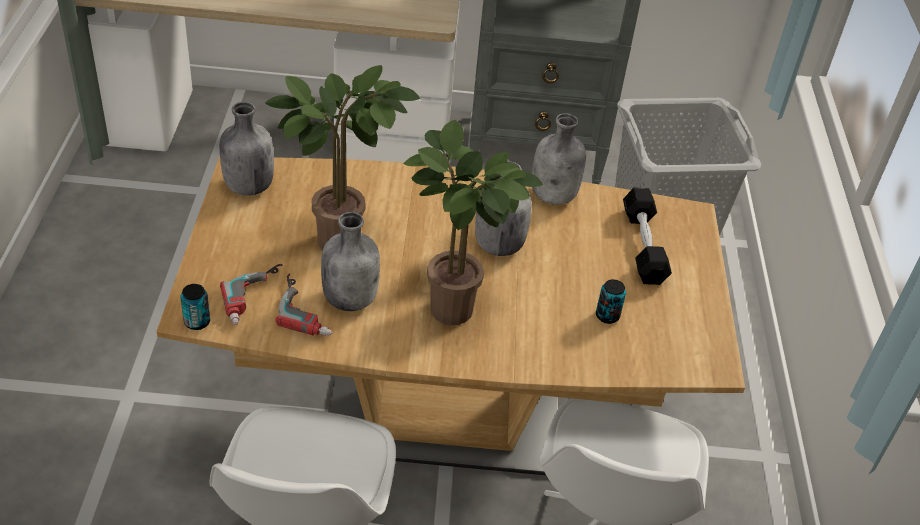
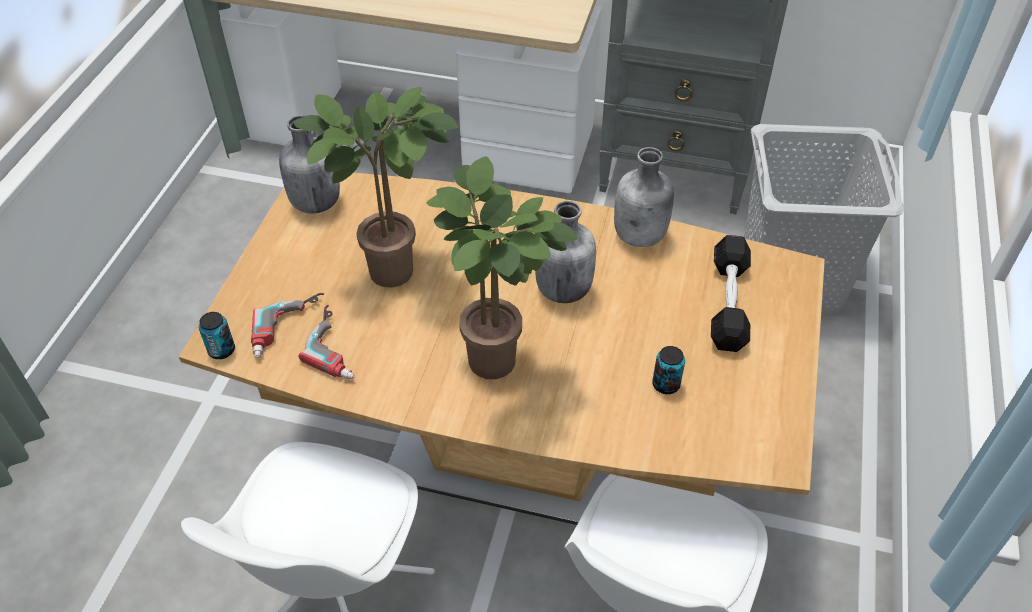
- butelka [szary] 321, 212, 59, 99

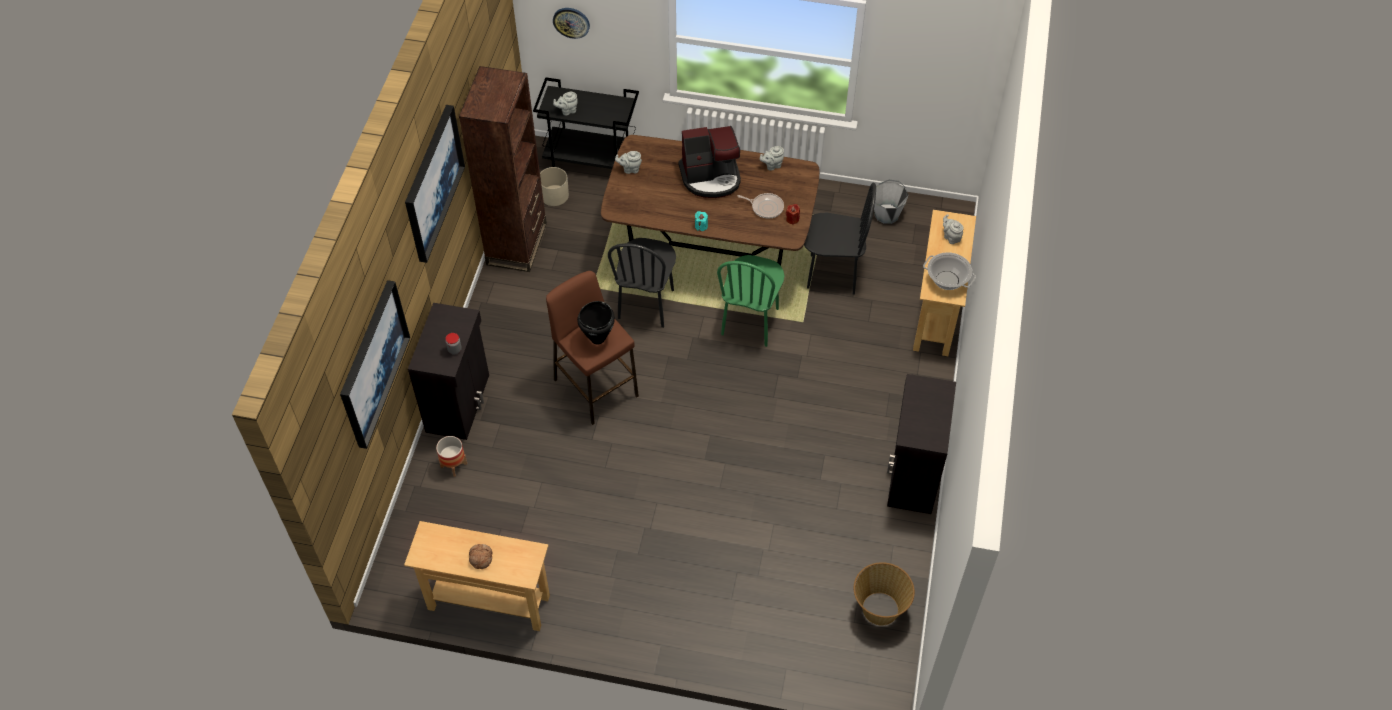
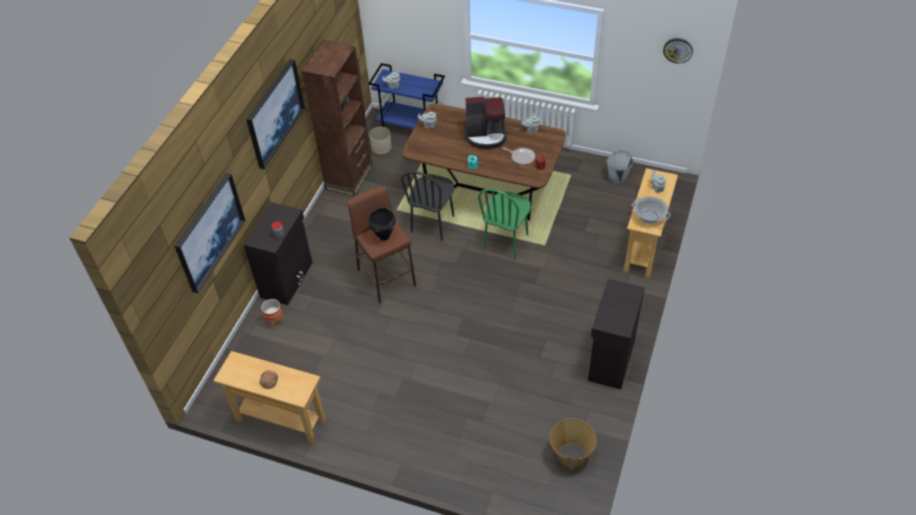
~ wózek [czarny] 533, 77, 106, 92 to wózek [niebieski] 368, 63, 77, 66
~ zegar ścienny 553, 8, 37, 31 to 663, 38, 30, 26
- krzesło [czarny] 804, 182, 72, 113

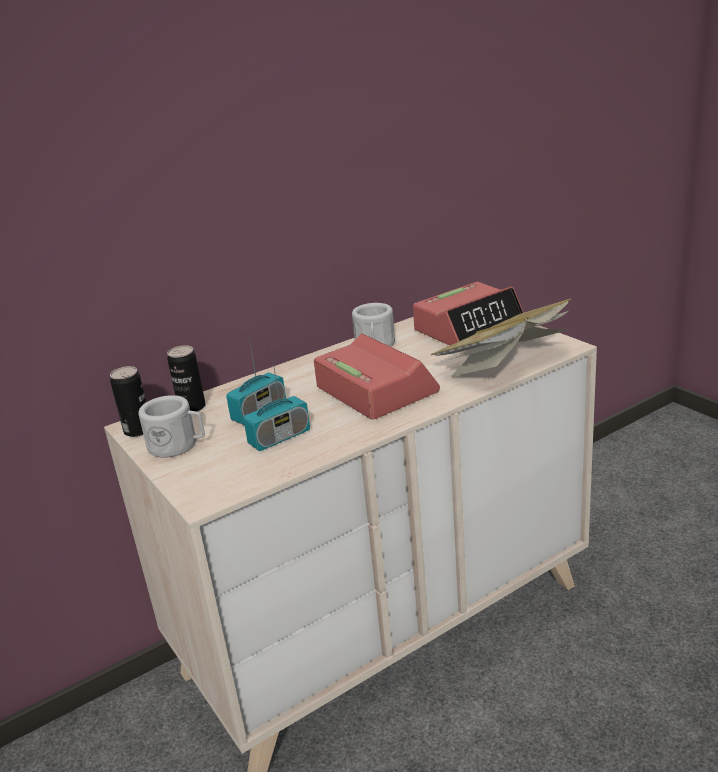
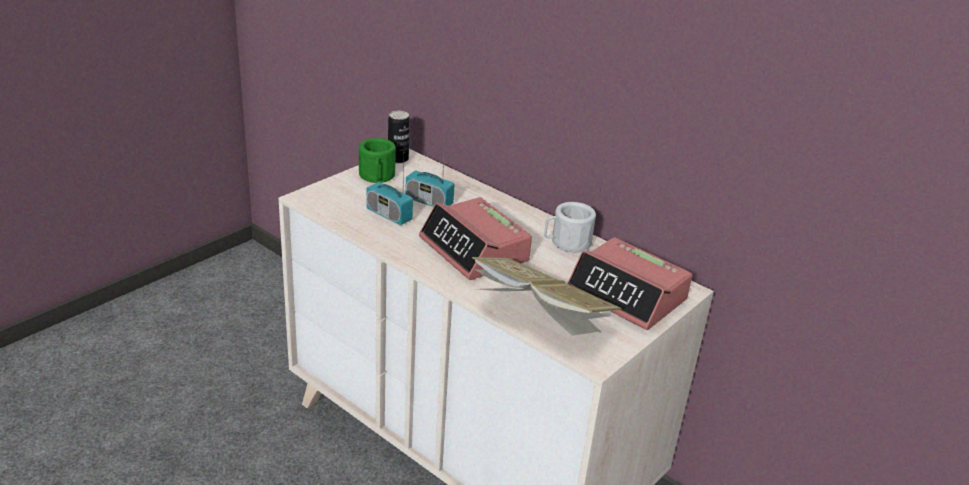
~ kubek [biały] 138, 395, 67, 63 to kubek [zielony] 359, 138, 37, 45
~ budzik 314, 333, 126, 87 = 419, 197, 113, 83 105 degrees clockwise
- puszka 167, 345, 39, 67

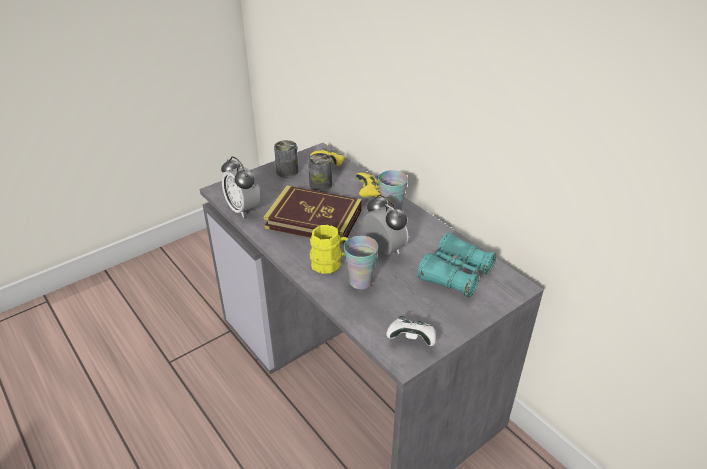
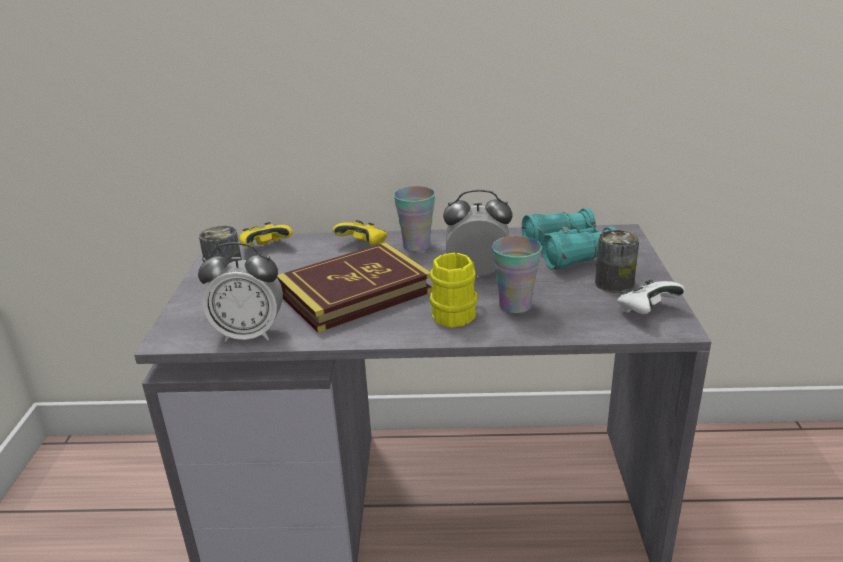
~ puszka 308, 153, 24, 39 to 595, 230, 44, 63

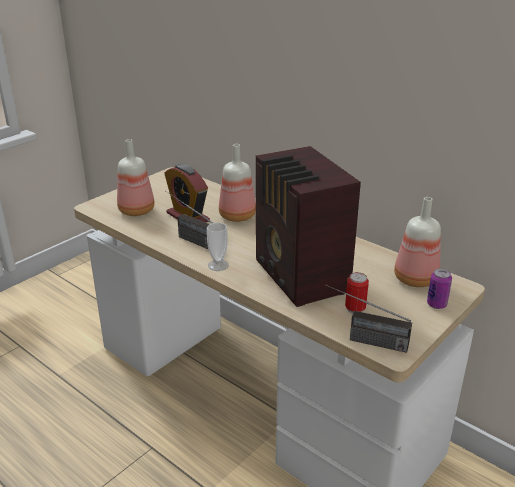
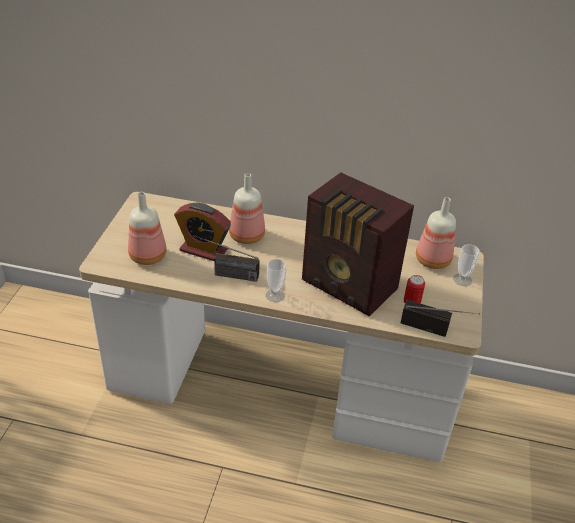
~ radio 325, 285, 87, 68 = 401, 300, 79, 37 150 degrees counterclockwise
~ puszka 427, 268, 25, 41 to filiżanka 453, 244, 27, 42

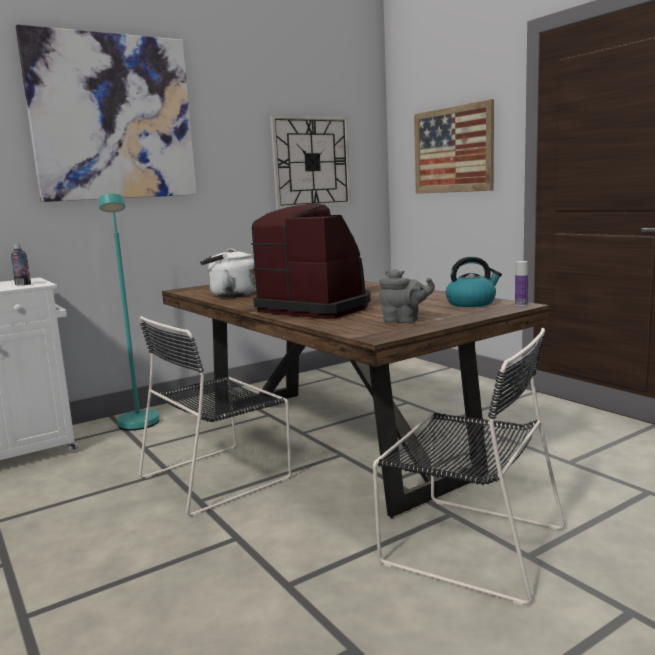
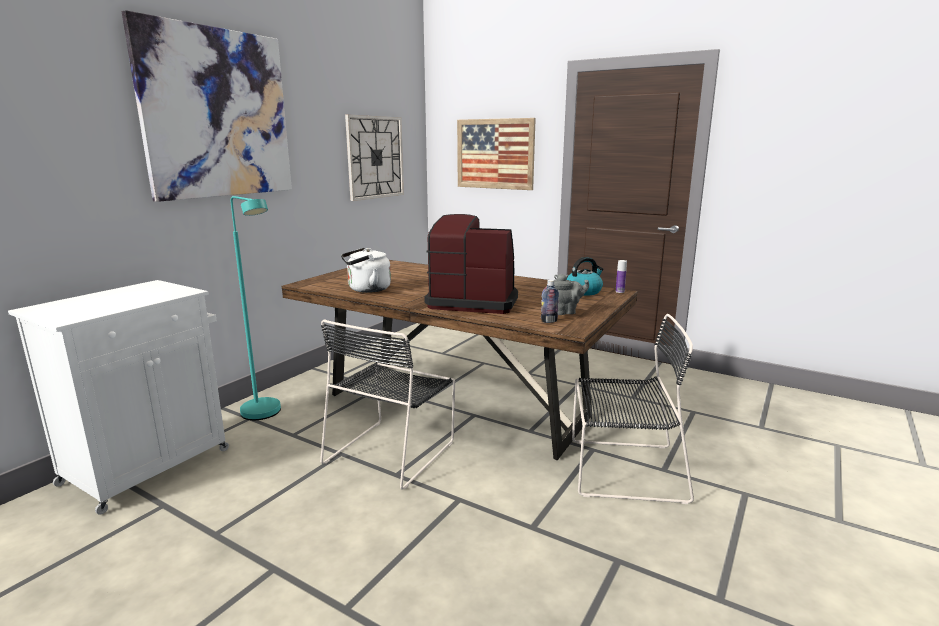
~ butelka 11, 244, 20, 41 to 541, 280, 18, 43

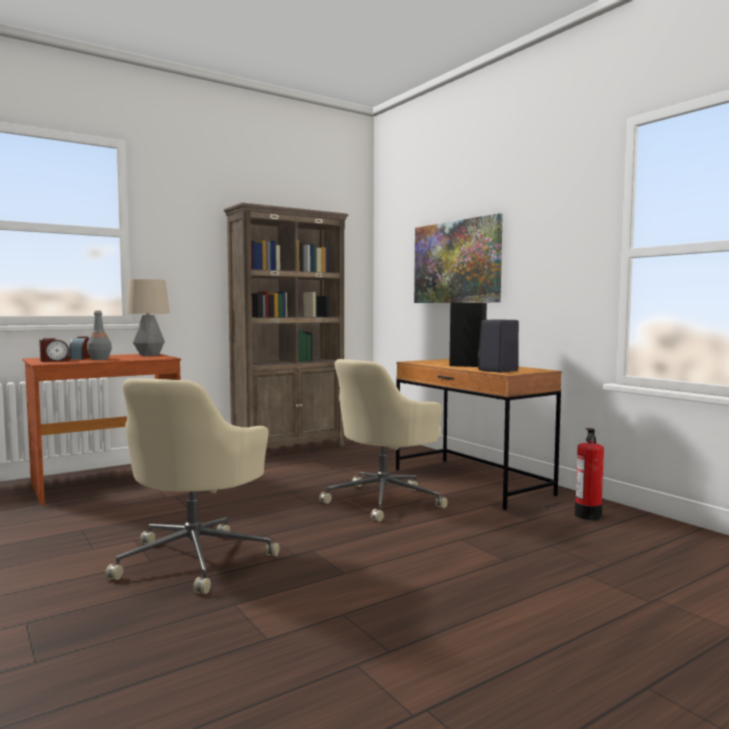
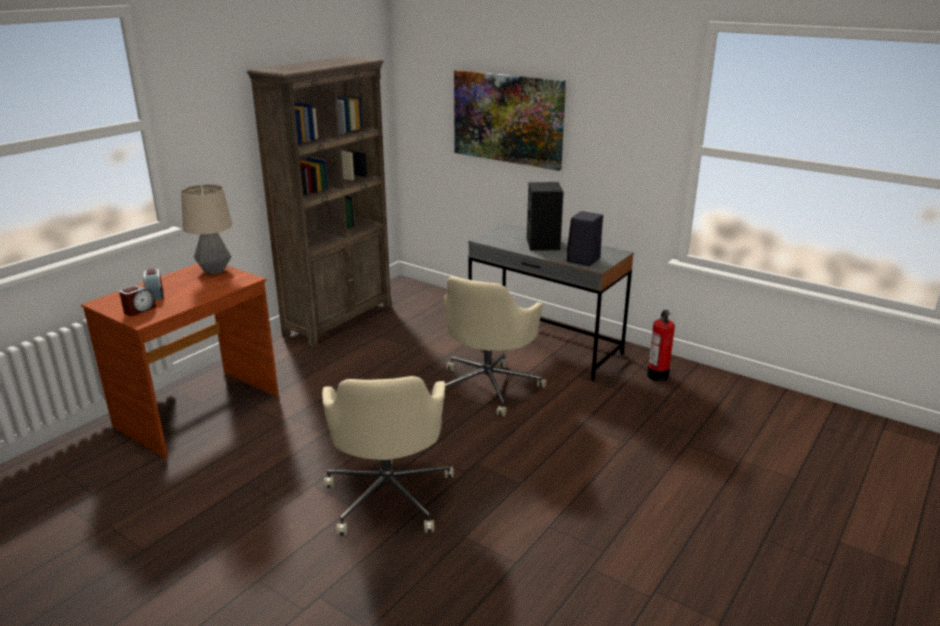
~ biurko [brązowy] 396, 359, 166, 151 to biurko [szary] 468, 224, 166, 157
- butelka [szary] 87, 310, 25, 50

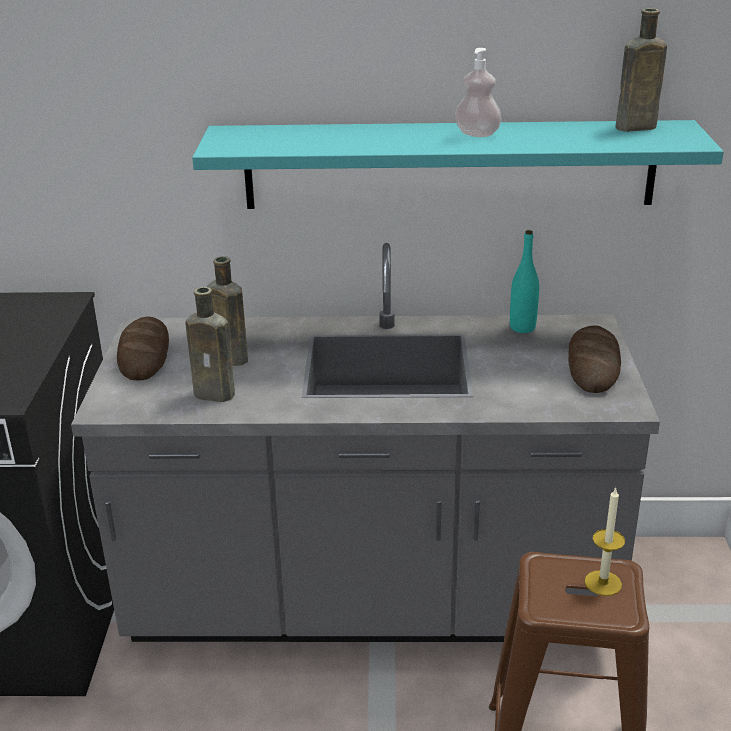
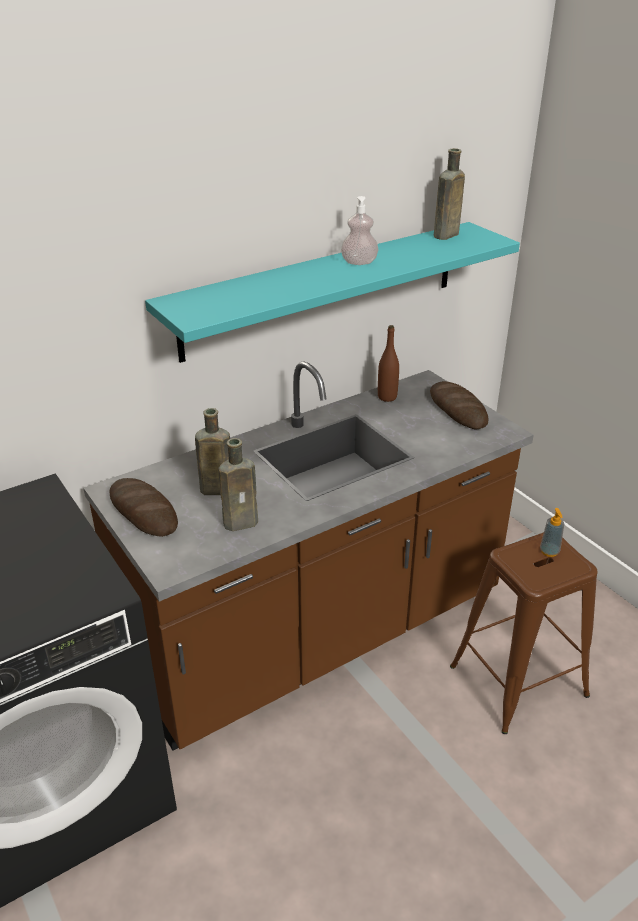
~ zabudowa kuchenna [szary] 71, 243, 589, 399 to zabudowa kuchenna [brązowy] 83, 361, 451, 390
~ butelka [turkusowy] 510, 230, 29, 103 to butelka [brązowy] 378, 325, 21, 77
~ świeca 585, 487, 40, 109 to dozownik mydła 540, 508, 24, 49

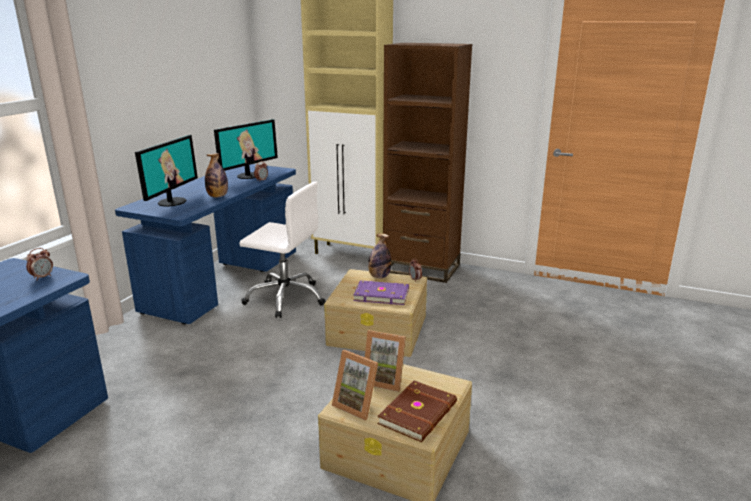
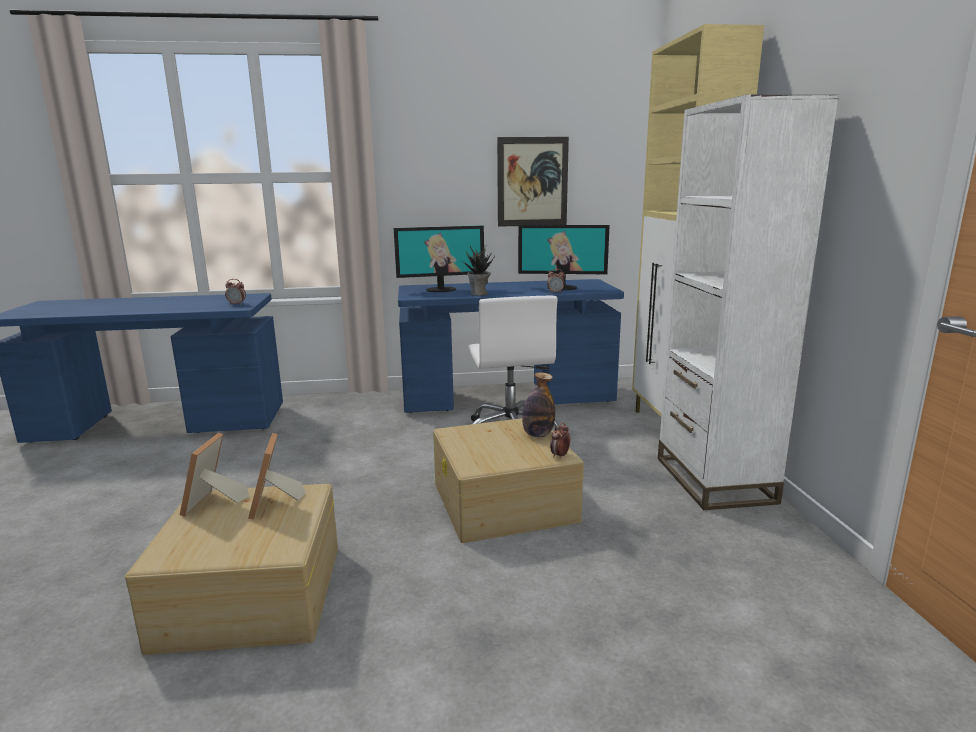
~ butelka 205, 153, 23, 45 to roślina doniczkowa 461, 246, 34, 50
+ obraz 497, 137, 72, 90
~ regał [brązowy] 383, 43, 89, 240 to regał [biały] 658, 95, 181, 415
- książka [fioletowy] 353, 280, 56, 25
- książka [brązowy] 378, 381, 79, 61

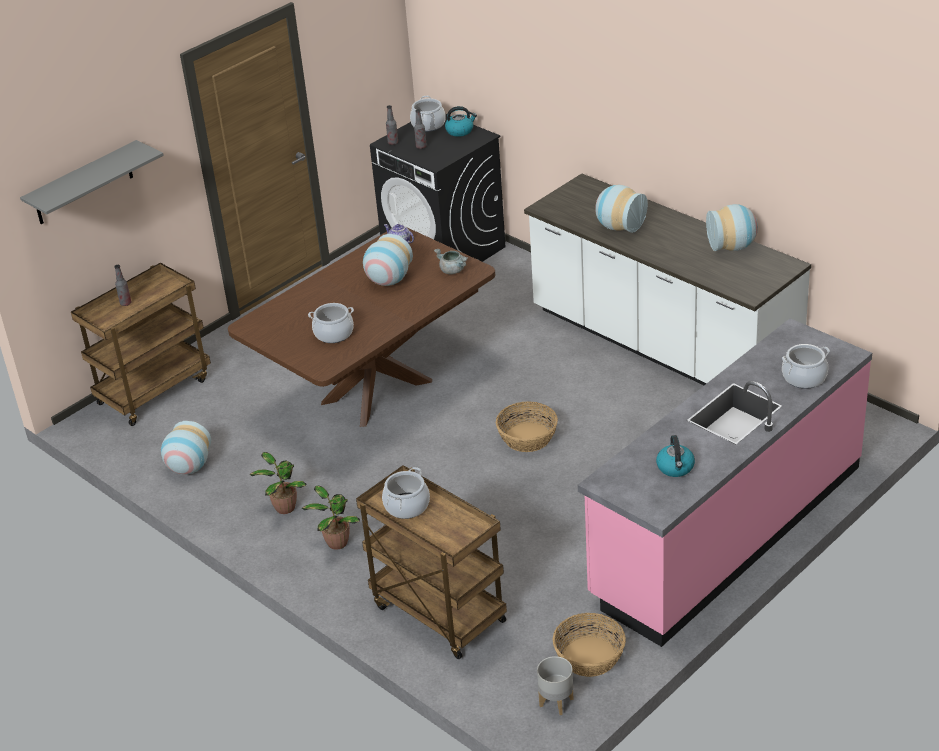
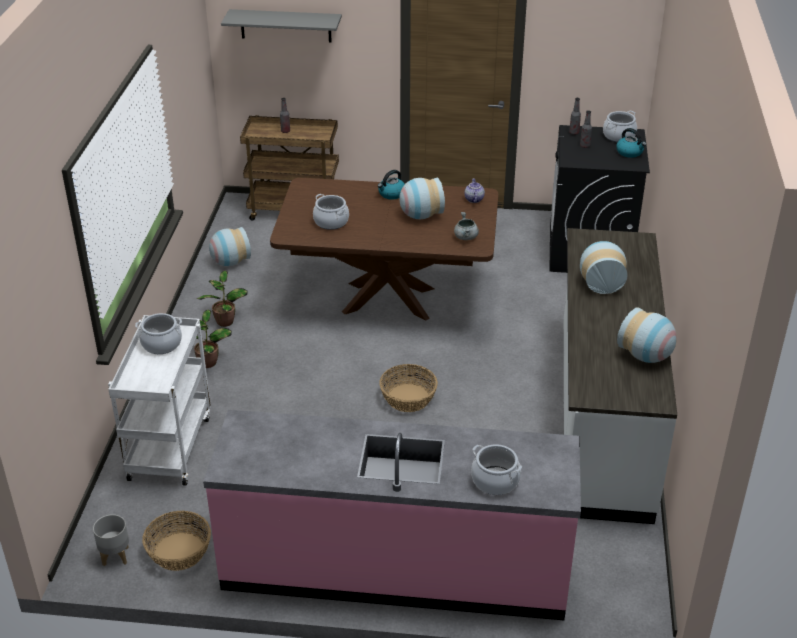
~ wózek [brązowy] 356, 465, 151, 194 to wózek [biały] 108, 315, 103, 171
~ czajnik 656, 435, 39, 42 to 378, 170, 27, 30

